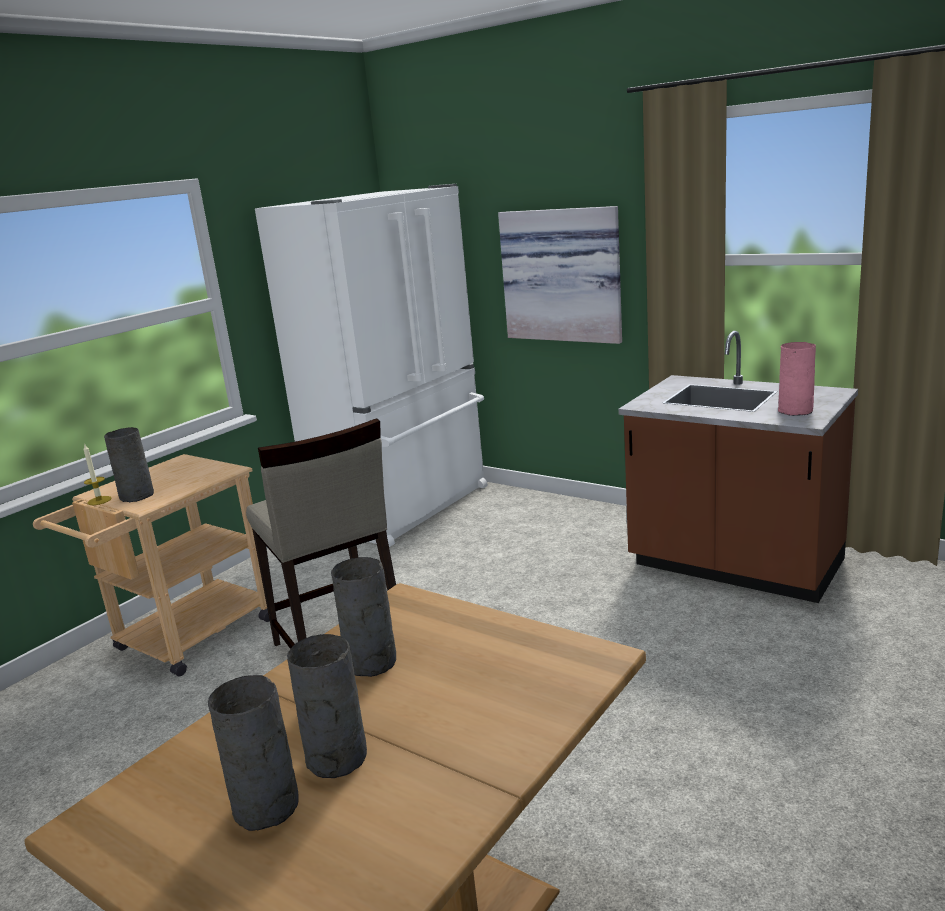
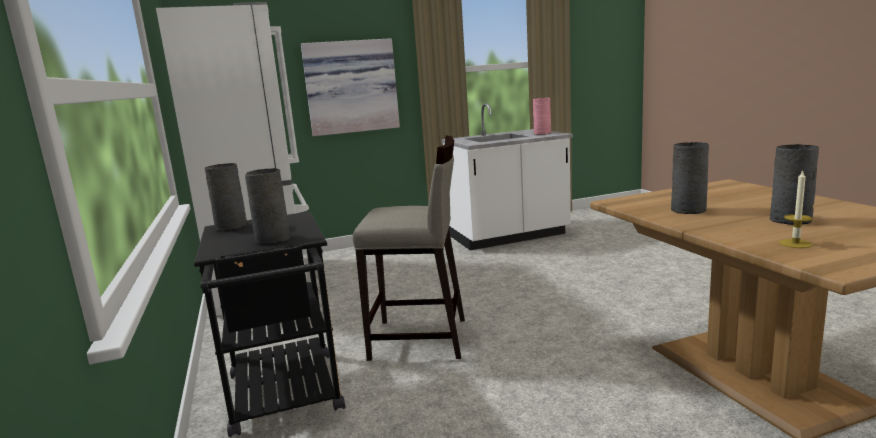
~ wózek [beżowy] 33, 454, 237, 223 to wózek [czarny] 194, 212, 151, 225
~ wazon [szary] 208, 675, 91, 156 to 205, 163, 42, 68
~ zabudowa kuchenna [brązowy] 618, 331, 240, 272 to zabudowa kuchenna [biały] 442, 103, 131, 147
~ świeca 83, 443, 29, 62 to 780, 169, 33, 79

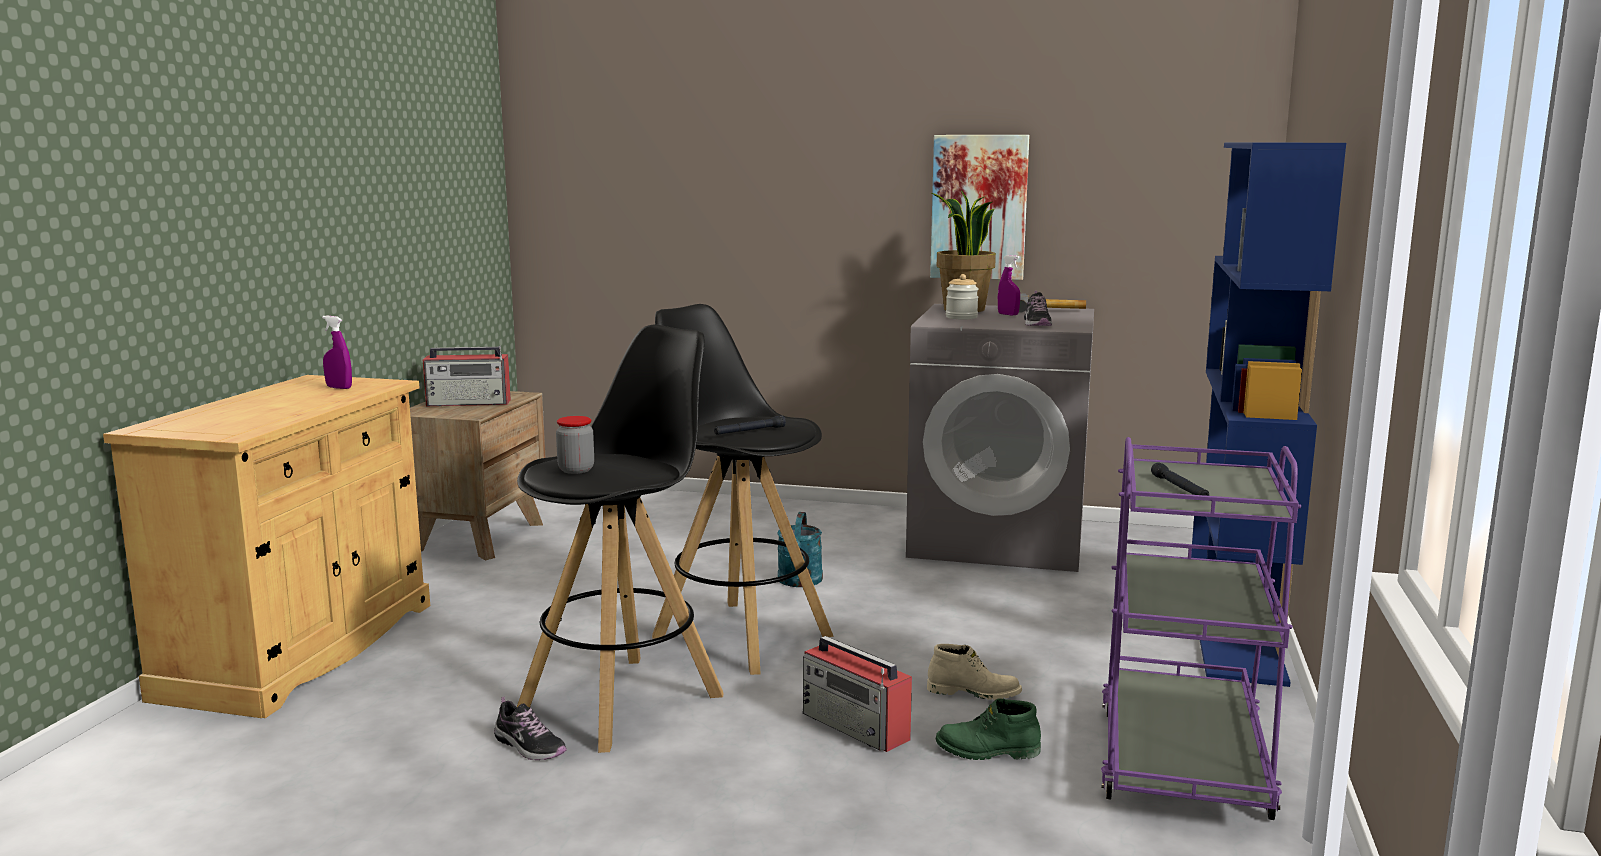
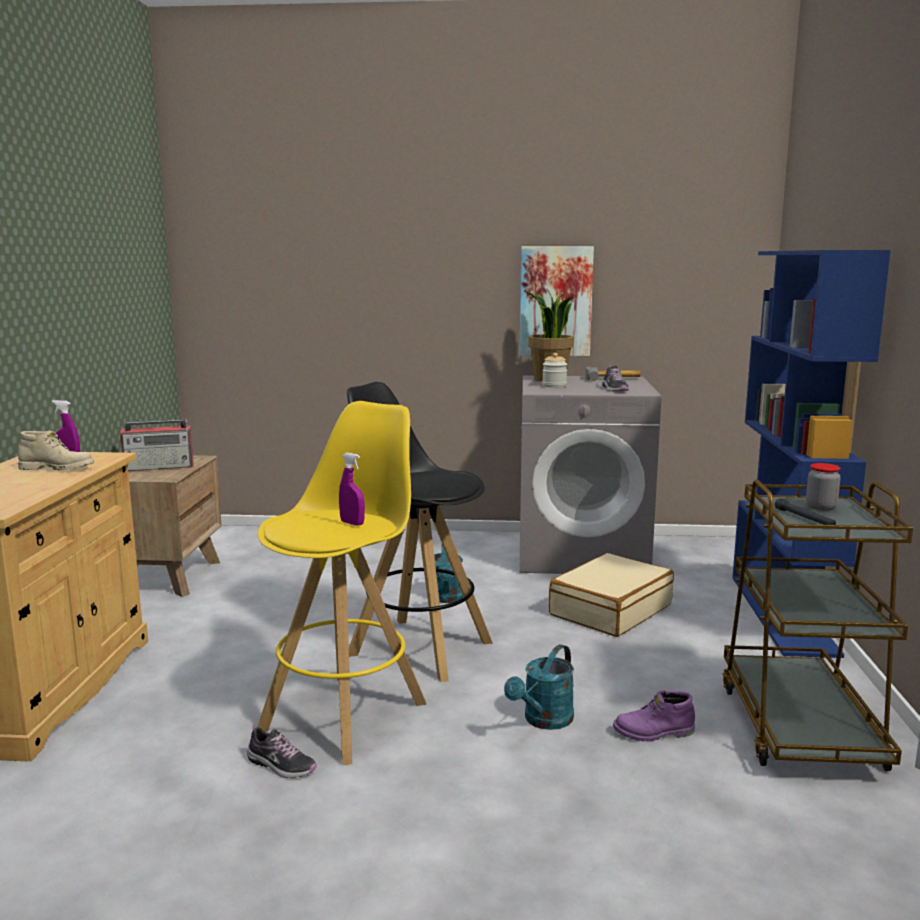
~ but z cholewką [beżowy] 927, 644, 95, 56 to 18, 430, 76, 40
~ stołek [czarny] 517, 325, 206, 428 to stołek [żółty] 257, 401, 170, 364
~ spryskiwacz [fioletowy] 998, 255, 22, 61 to 339, 453, 26, 73
~ radio 803, 636, 109, 116 to konewka [turkusowy] 504, 644, 70, 86
+ walizka [beżowy] 549, 553, 125, 84
~ but z cholewką [zielony] 935, 698, 106, 62 to but z cholewką [fioletowy] 613, 690, 82, 52
~ wózek [fioletowy] 1101, 437, 200, 383 to wózek [brązowy] 722, 479, 191, 292
~ słoik 556, 416, 38, 58 to 806, 463, 35, 48
- latarka [czarny] 714, 415, 72, 20

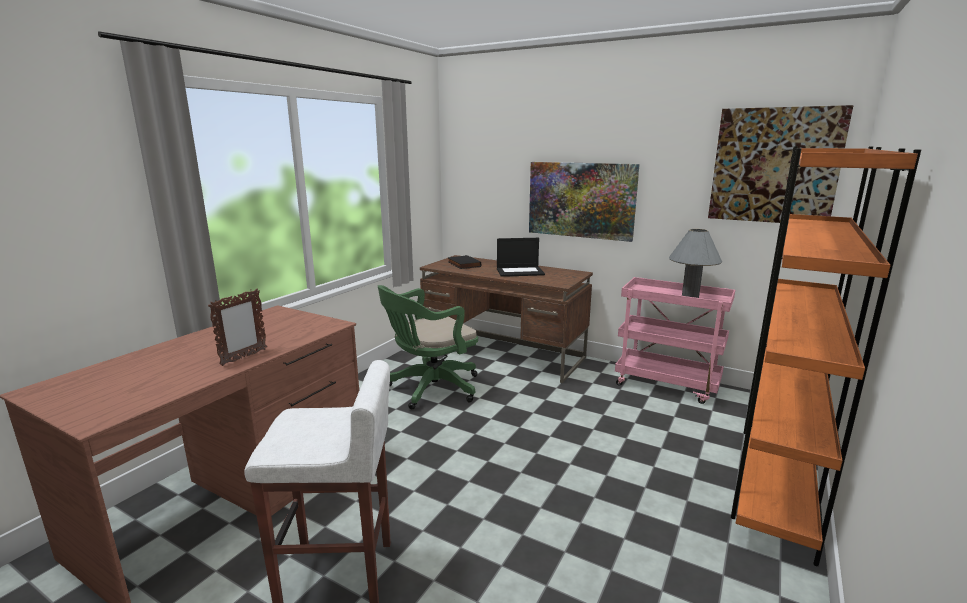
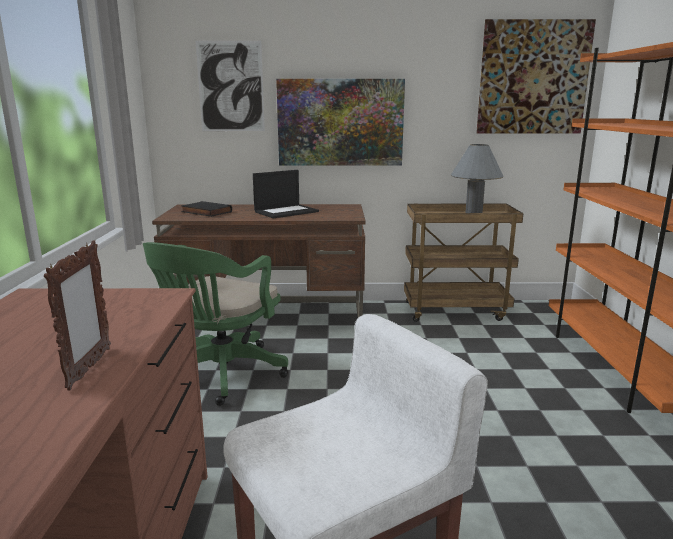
+ obraz 196, 41, 69, 90
~ wózek [różowy] 615, 277, 120, 127 to wózek [brązowy] 404, 203, 120, 119

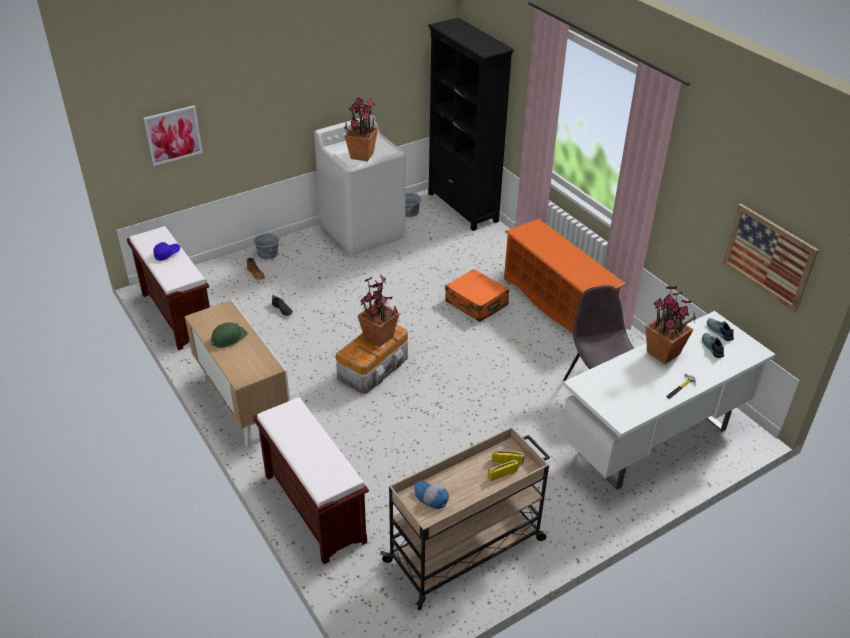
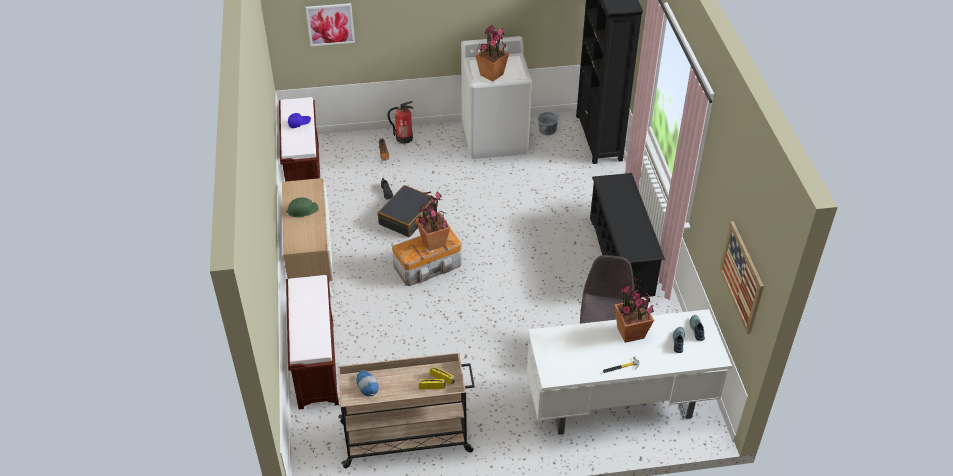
+ walizka [czarny] 378, 185, 57, 52
~ wiadro [szary] 254, 230, 25, 29 to gaśnica 388, 101, 25, 43
~ regał na buty [pomarańczowy] 504, 219, 122, 115 to regał na buty [czarny] 590, 173, 75, 124
- walizka [pomarańczowy] 445, 269, 64, 53

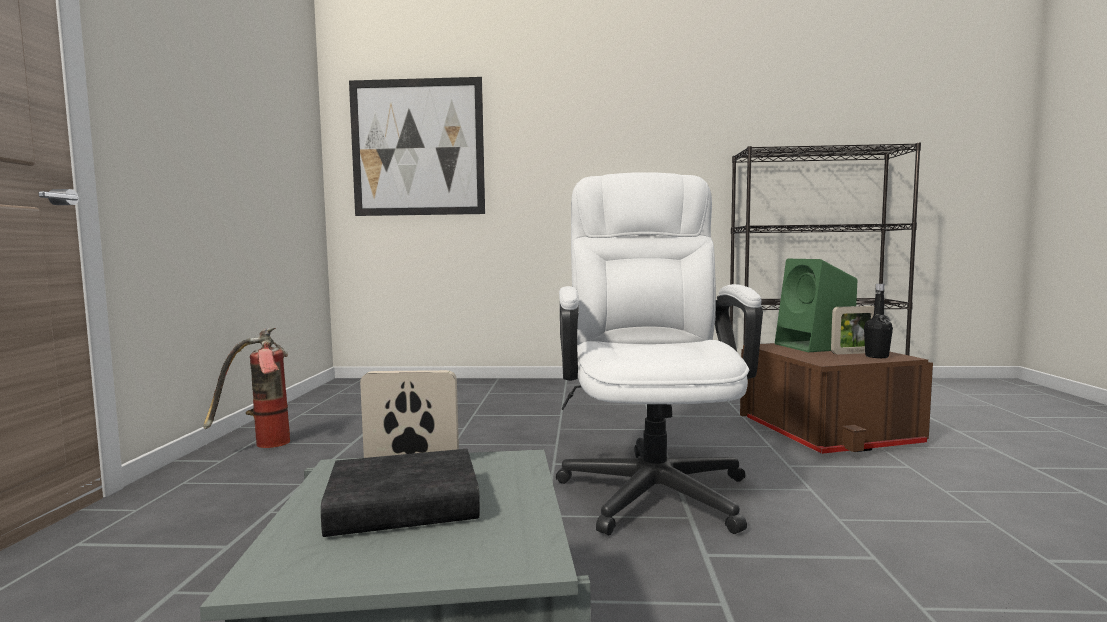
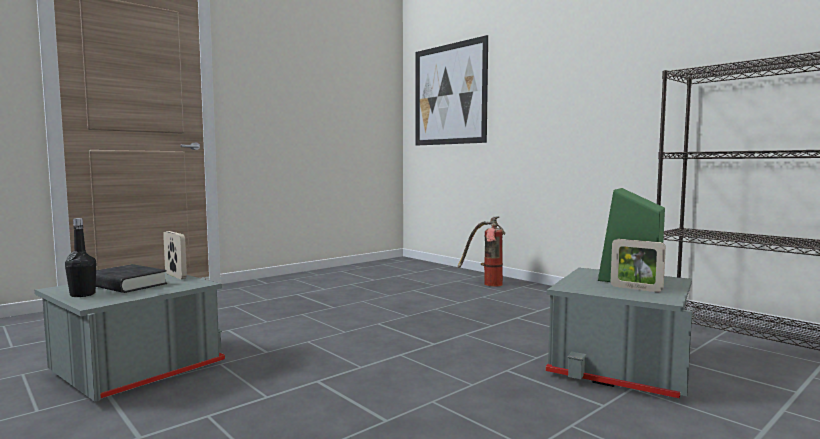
~ butelka [czarny] 864, 284, 29, 74 to 65, 218, 31, 79
~ gaśnica 204, 328, 86, 120 to 458, 216, 47, 71
~ pojemnik do przechowywania [brązowy] 740, 343, 193, 111 to pojemnik do przechowywania [szary] 545, 268, 147, 130
- krzesło biurowe [biały] 556, 172, 207, 364

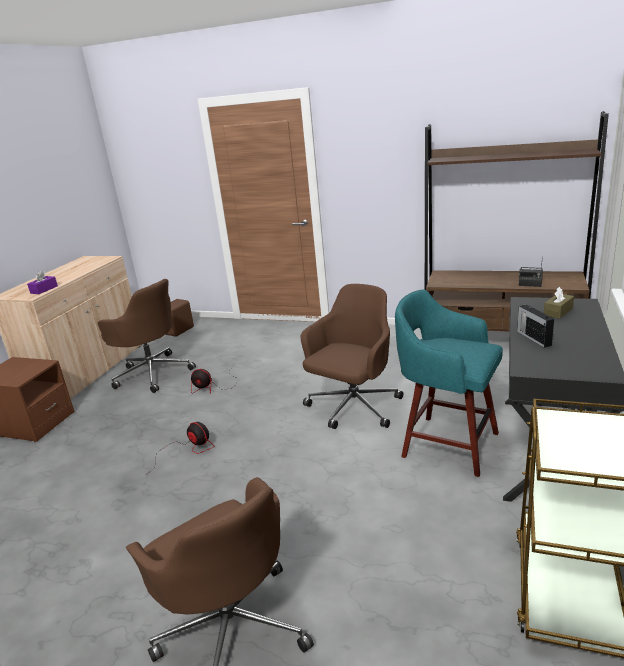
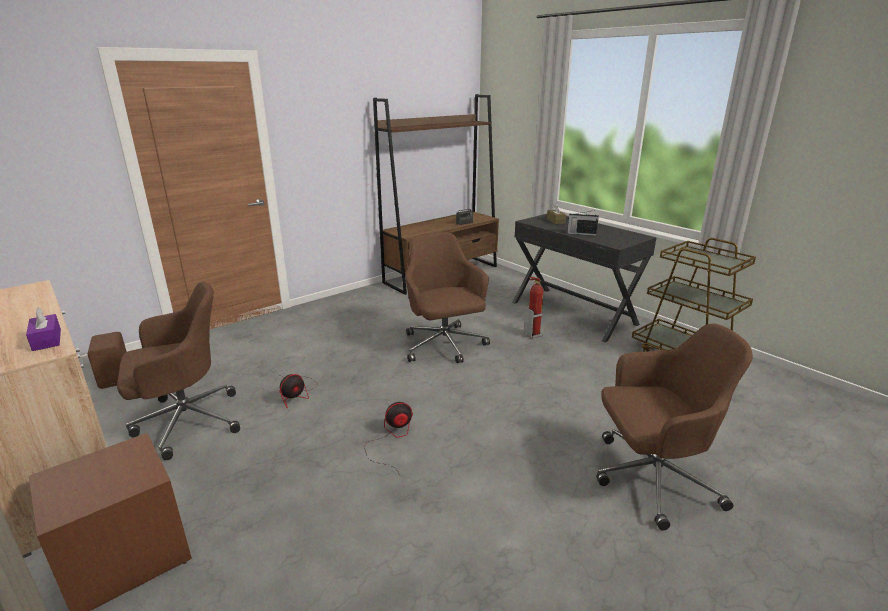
~ stołek [turkusowy] 395, 289, 108, 188 to gaśnica 524, 277, 19, 62

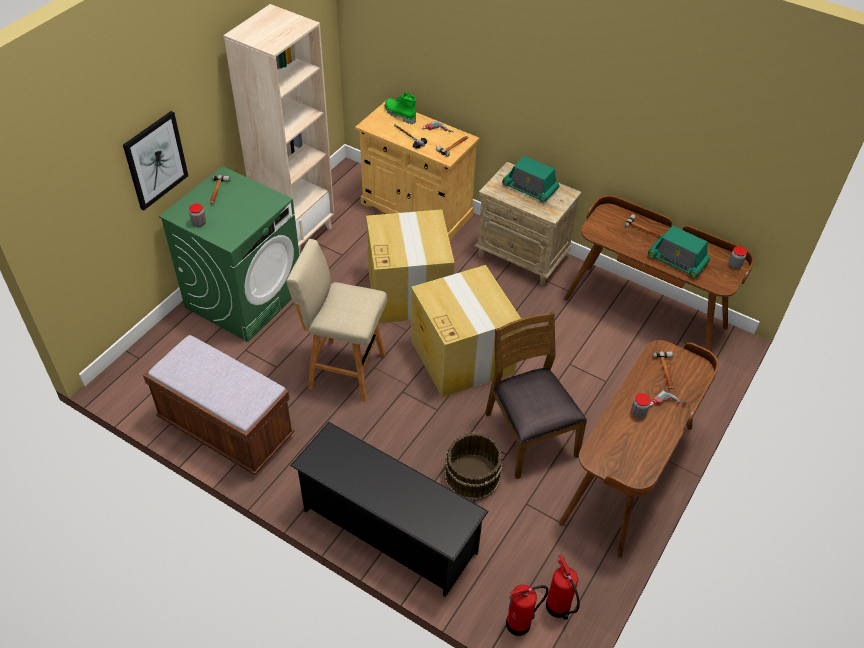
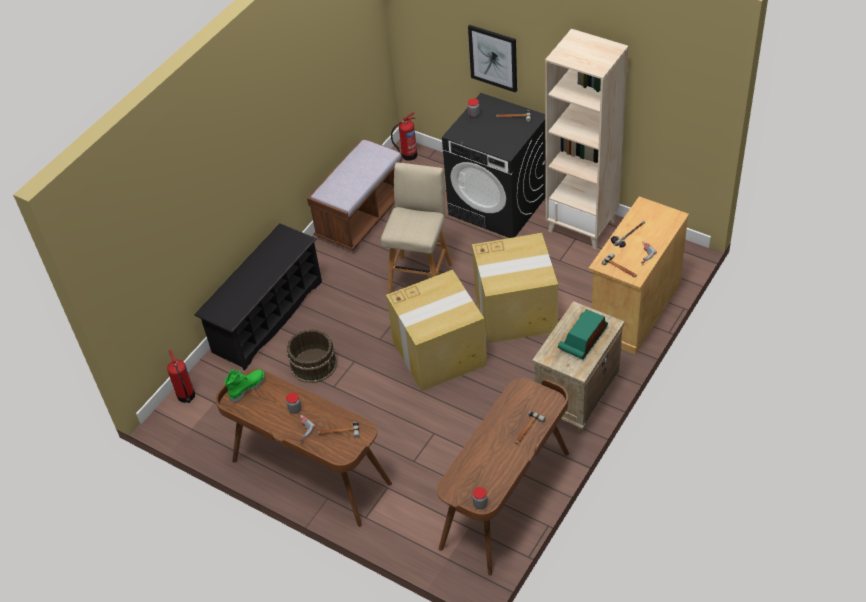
~ but z cholewką [zielony] 385, 92, 31, 32 to 225, 369, 41, 34
~ gaśnica 546, 554, 34, 66 to 391, 112, 26, 49
~ pralka [zielony] 159, 166, 140, 176 to pralka [czarny] 442, 93, 104, 145
- krzesło [brązowy] 485, 312, 102, 167
- radio 648, 226, 62, 52

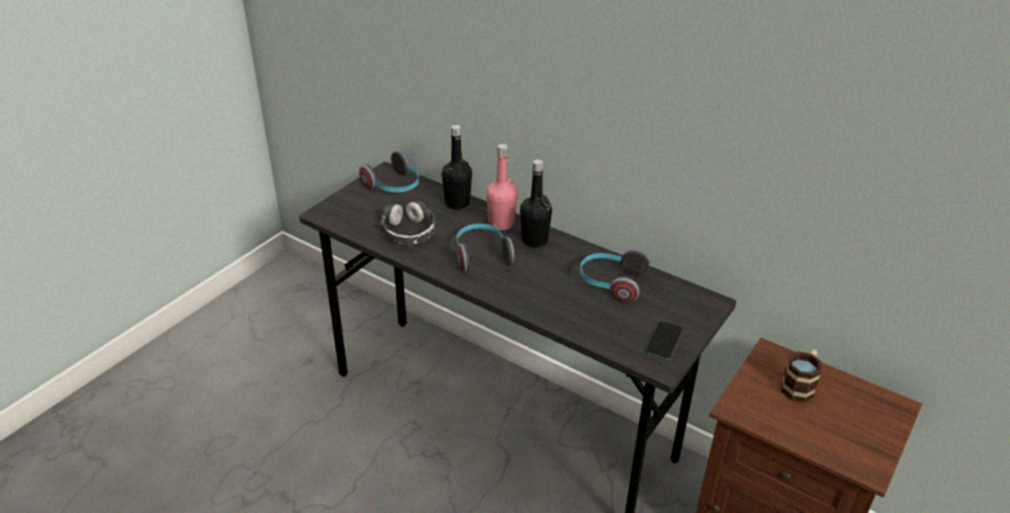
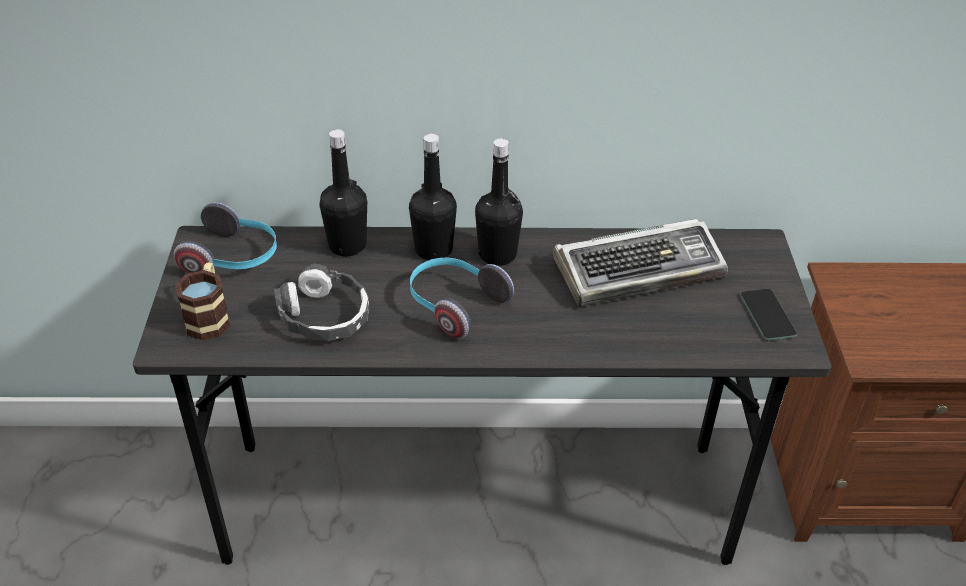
~ kubek 781, 349, 41, 53 to 175, 262, 55, 78
~ butelka [różowy] 486, 144, 32, 86 to butelka [czarny] 409, 134, 48, 126
~ słuchawki 580, 250, 70, 53 to klawiatura 553, 219, 175, 88

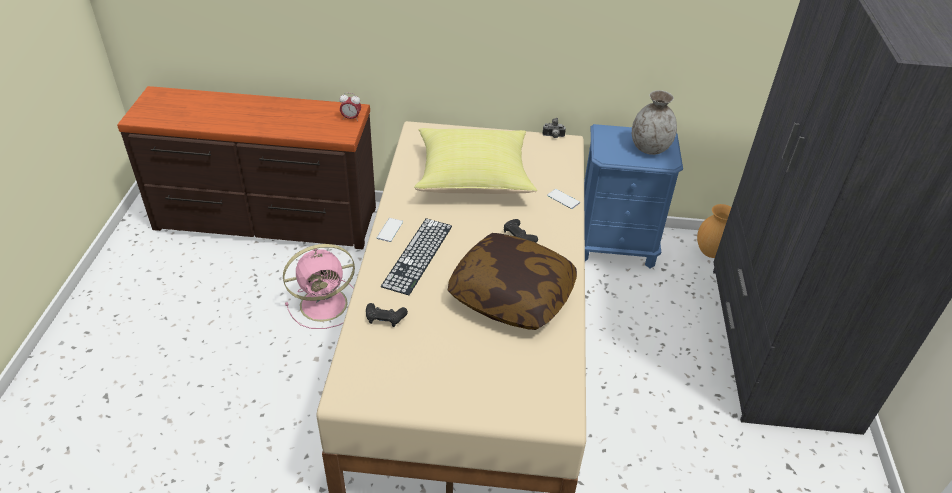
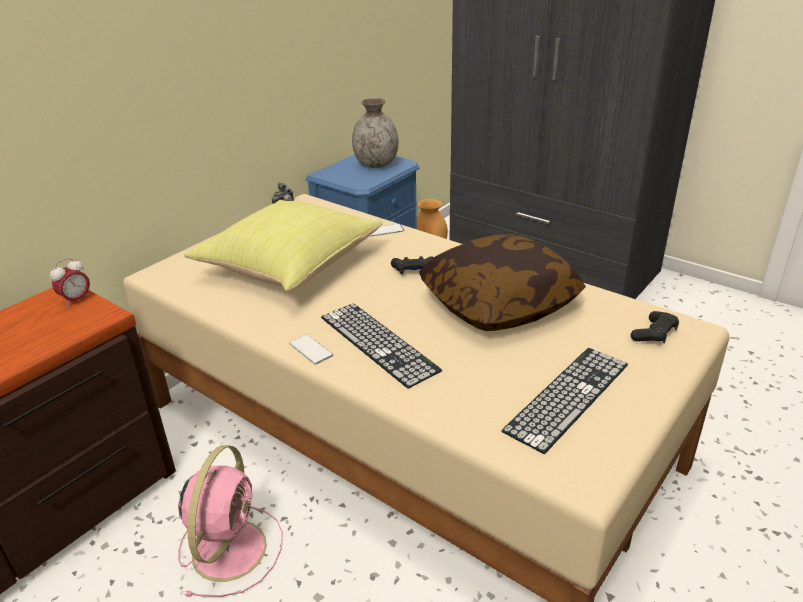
+ klawiatura 501, 348, 127, 106
~ pad do gier [czarny] 366, 303, 42, 24 to 631, 311, 48, 32

